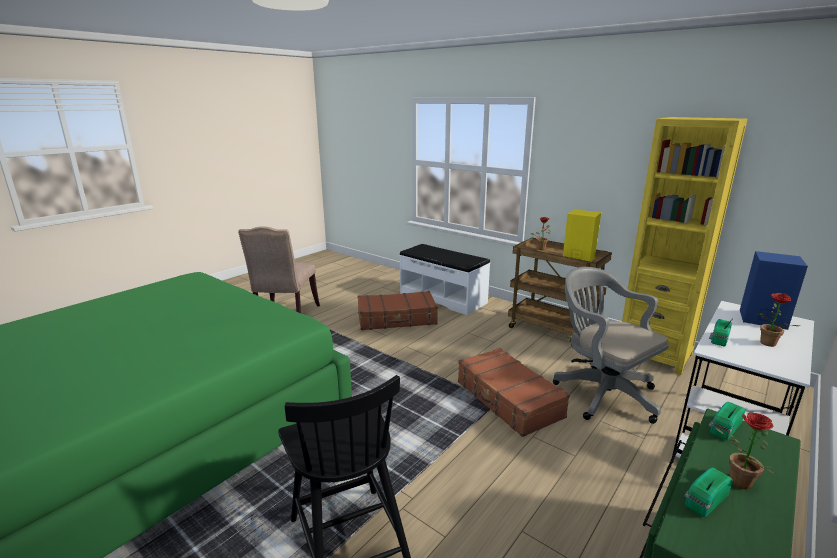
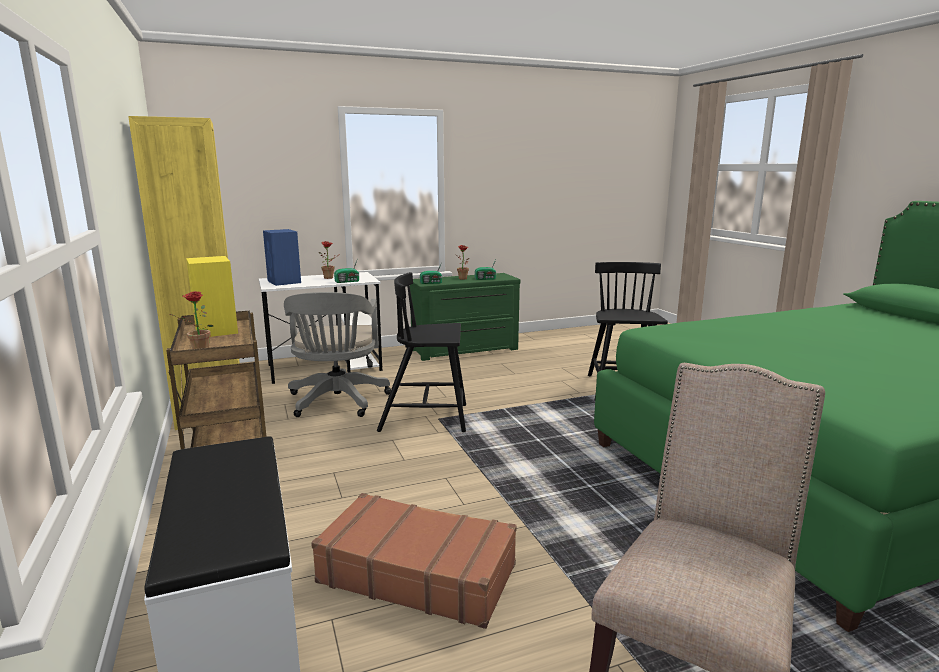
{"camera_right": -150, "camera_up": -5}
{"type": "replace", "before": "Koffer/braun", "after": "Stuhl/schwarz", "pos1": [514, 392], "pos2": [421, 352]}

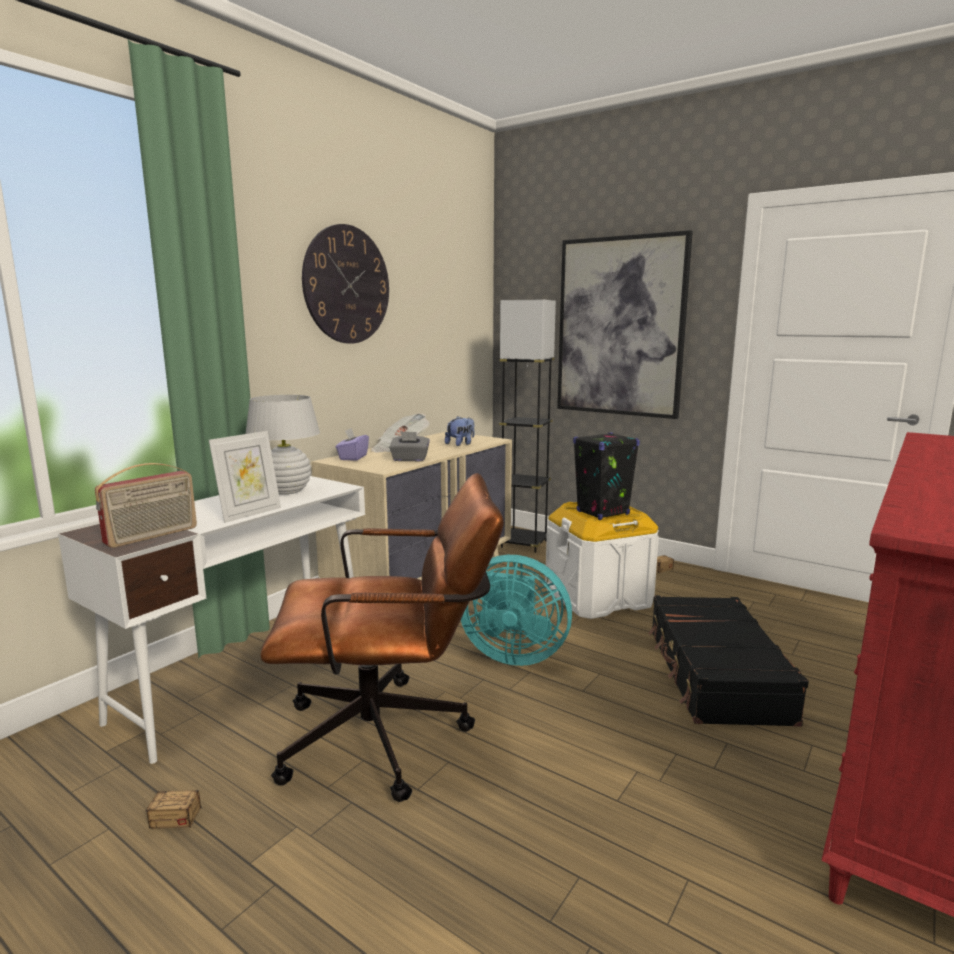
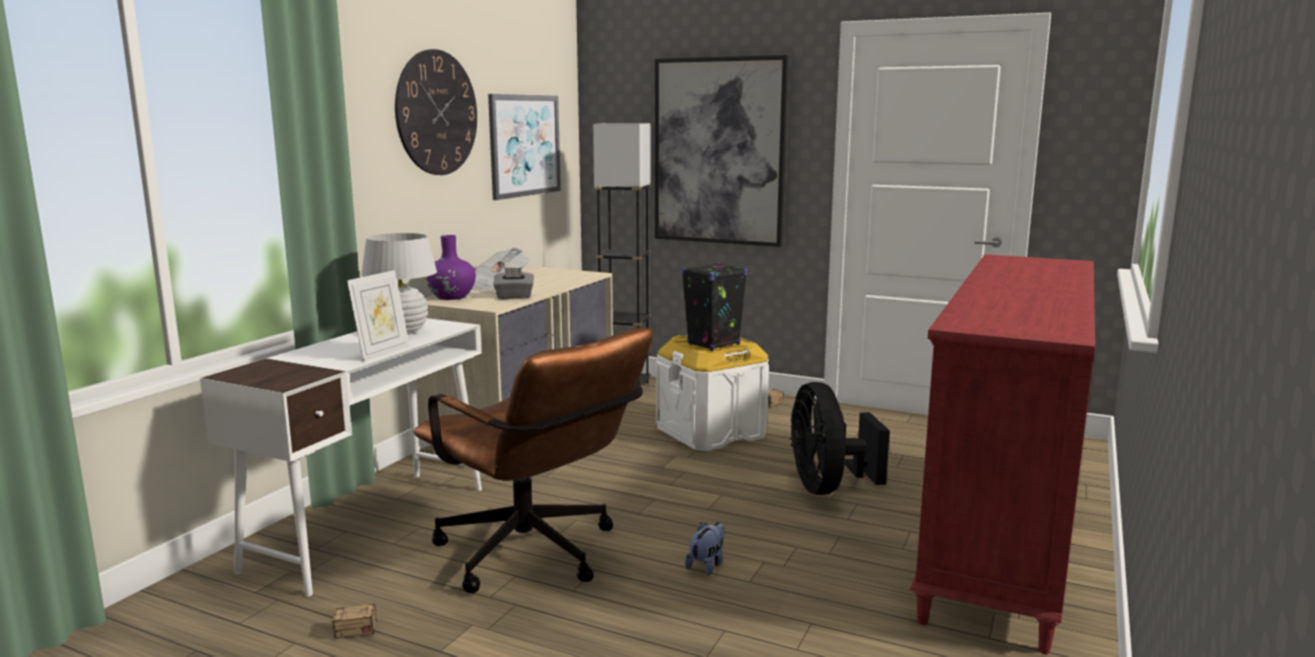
{"camera_right": -10, "camera_up": 0}
{"type": "delete", "before": "Radio", "pos1": [146, 505]}
{"type": "rotate", "before": "Bürostuhl/braun", "pos1": [382, 637], "pos2": [533, 460], "turn": 60}
{"type": "replace", "before": "Taschentuchbox/lila", "after": "Vase/lila", "pos1": [352, 444], "pos2": [450, 267]}
{"type": "move", "before": "Plüschtier", "pos1": [460, 431], "pos2": [705, 549]}
{"type": "delete", "before": "Ventilator/türkis", "pos1": [516, 610]}
{"type": "replace", "before": "Koffer/schwarz", "after": "Ventilator/schwarz", "pos1": [728, 661], "pos2": [840, 438]}
{"type": "insert", "after": "Bild", "pos2": [524, 147]}

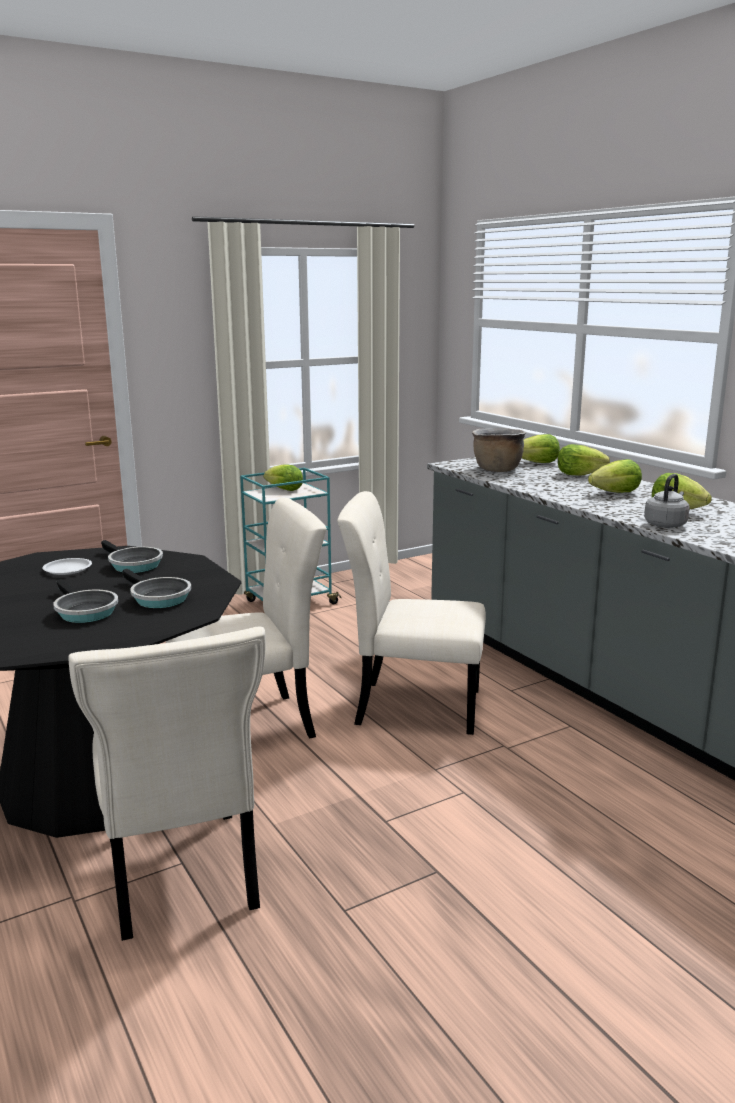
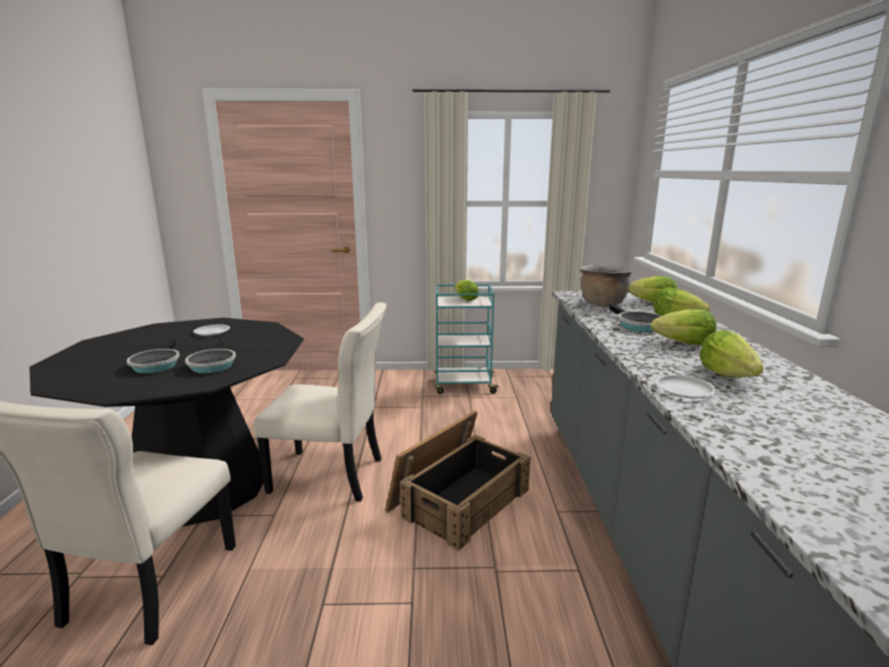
{"camera_right": 30, "camera_up": 0}
{"type": "move", "before": "Pfanne", "pos1": [132, 556], "pos2": [635, 318]}
{"type": "replace", "before": "Stuhl/beige", "after": "Kiste", "pos1": [411, 613], "pos2": [458, 481]}
{"type": "replace", "before": "Wasserkessel/grau", "after": "Teller/weiß", "pos1": [667, 501], "pos2": [685, 386]}

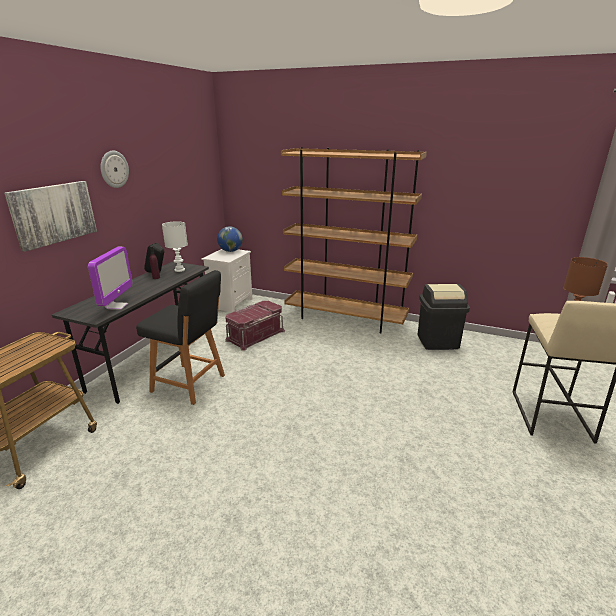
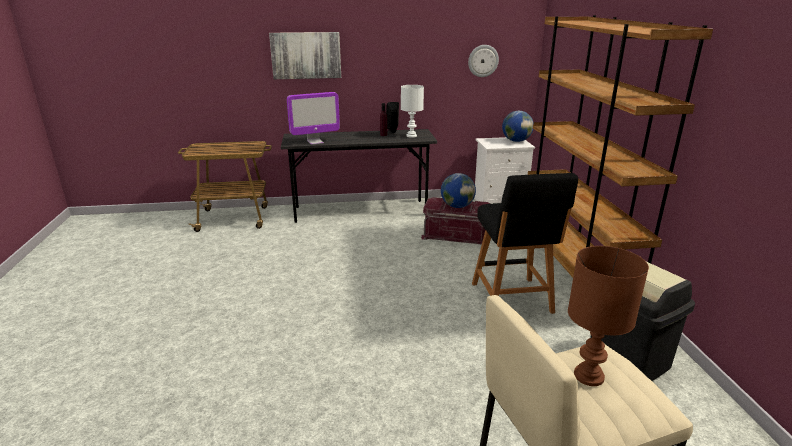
{"camera_right": 60, "camera_up": 0}
{"type": "move", "before": "Wanduhr", "pos1": [115, 169], "pos2": [483, 61]}
{"type": "move", "before": "Stuhl/schwarz", "pos1": [180, 337], "pos2": [525, 243]}
{"type": "insert", "after": "Globus", "pos2": [458, 190]}

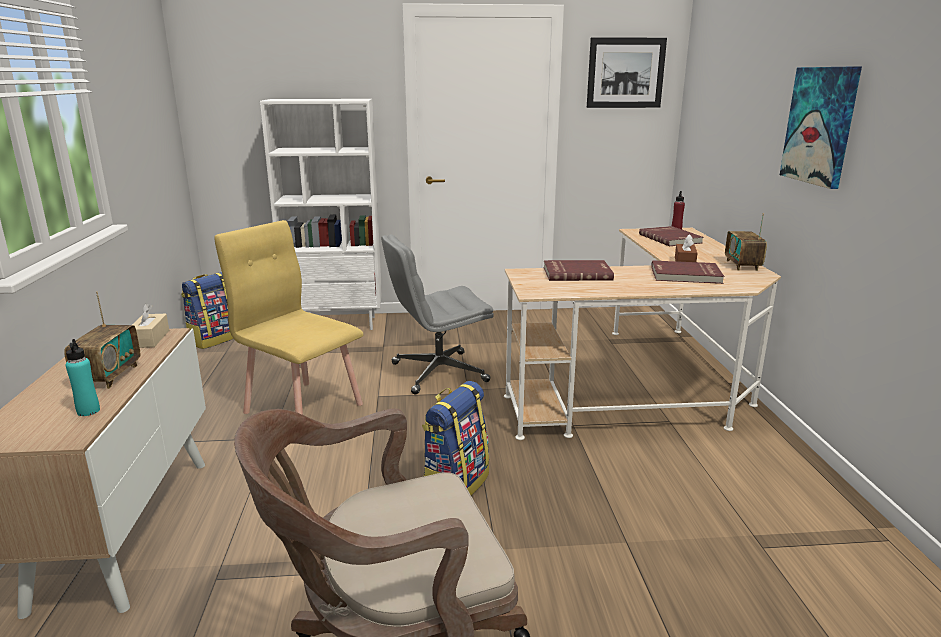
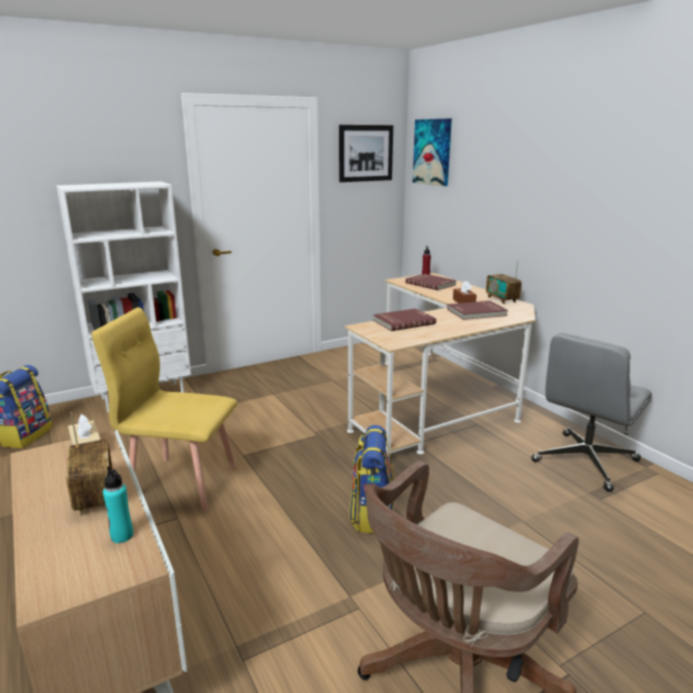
{"camera_right": -25, "camera_up": 0}
{"type": "move", "before": "Bürostuhl/grau", "pos1": [437, 314], "pos2": [591, 412]}
{"type": "move", "before": "Bild", "pos1": [821, 127], "pos2": [432, 152]}

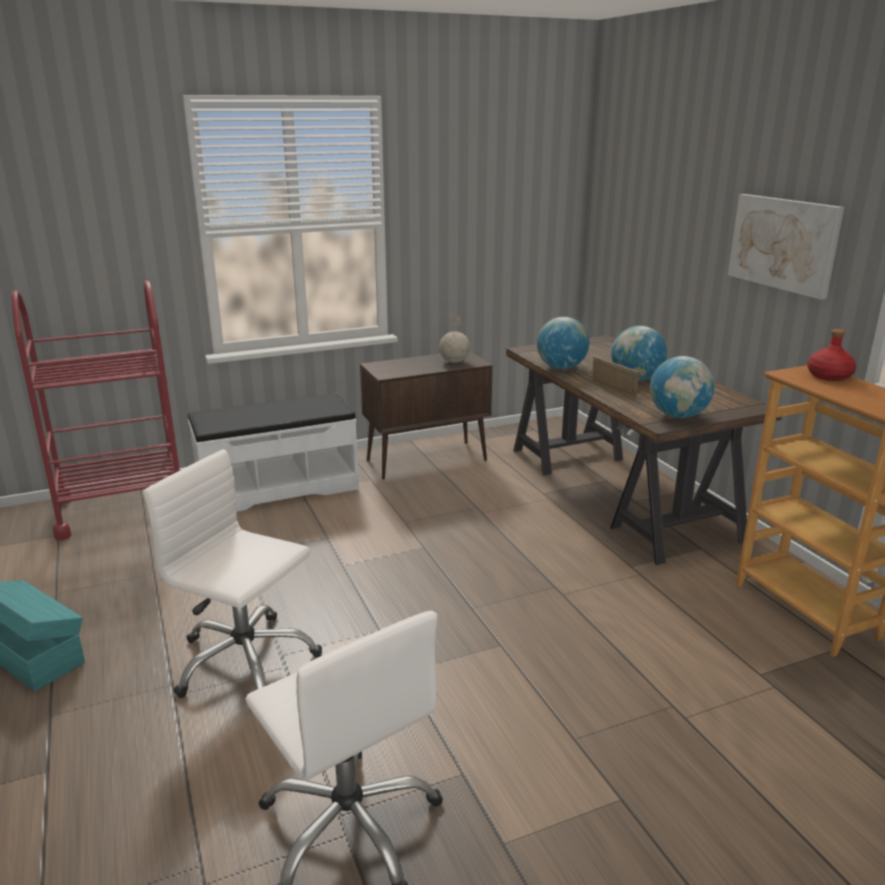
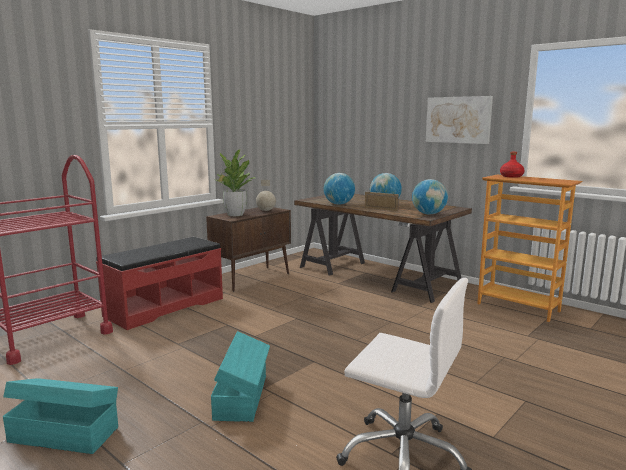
{"camera_right": -25, "camera_up": -10}
{"type": "replace", "before": "Bürostuhl/weiß", "after": "Aufbewahrungsbox/türkis", "pos1": [232, 573], "pos2": [240, 376]}
{"type": "recolor", "before": "Bank/weiß", "after": "Bank/rot", "pos1": [273, 452], "pos2": [159, 283]}
{"type": "insert", "after": "Topfpflanze", "pos2": [235, 182]}

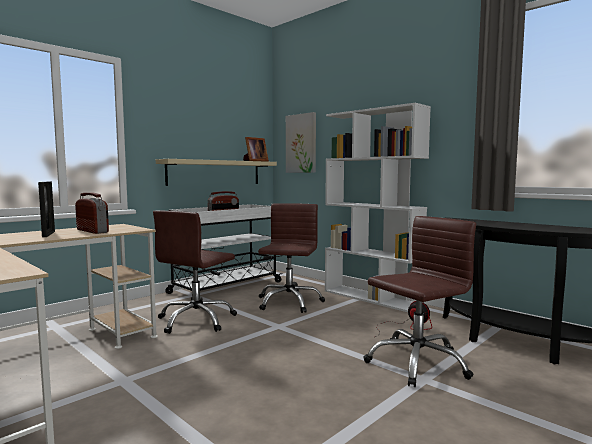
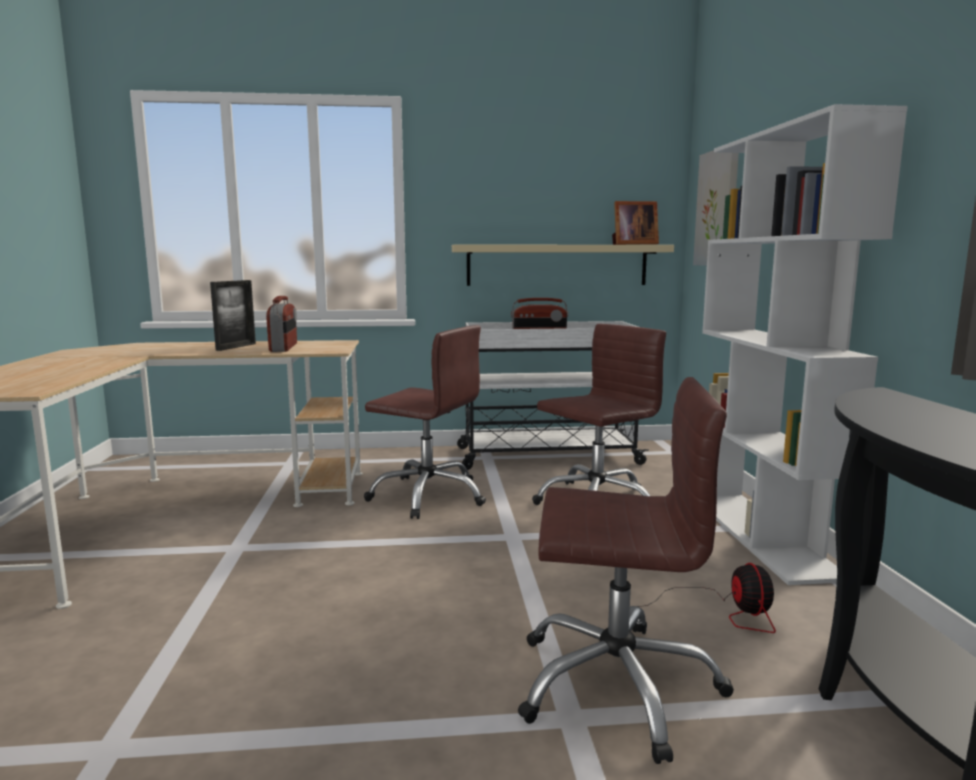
{"camera_right": 40, "camera_up": 5}
{"type": "rotate", "before": "Bürostuhl/braun", "pos1": [195, 272], "pos2": [425, 422], "turn": -135}

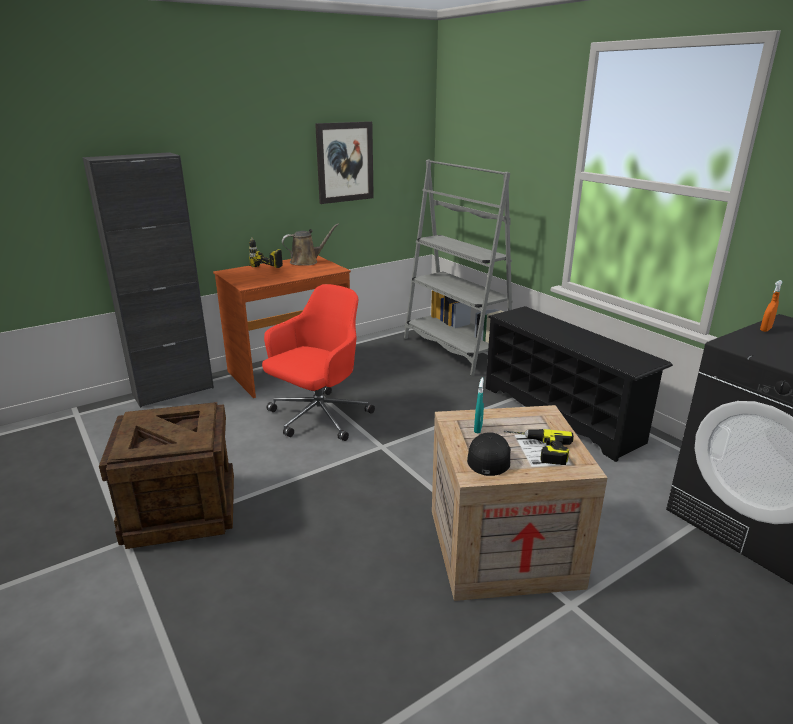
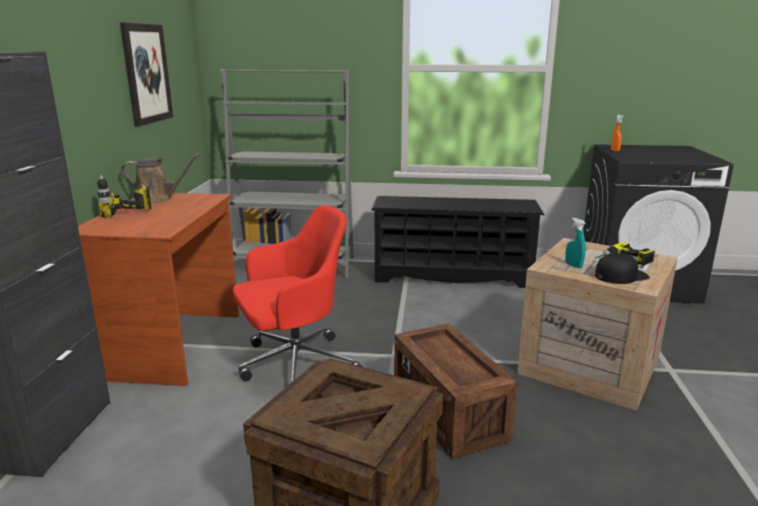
{"camera_right": -50, "camera_up": -5}
{"type": "rotate", "before": "Bürostuhl/rot", "pos1": [318, 362], "pos2": [298, 294], "turn": 75}
{"type": "rotate", "before": "Gießkanne/braun", "pos1": [310, 245], "pos2": [160, 178], "turn": 75}
{"type": "rotate", "before": "Kappe/schwarz", "pos1": [489, 454], "pos2": [622, 268], "turn": 105}
{"type": "insert", "after": "Kiste", "pos2": [456, 391]}

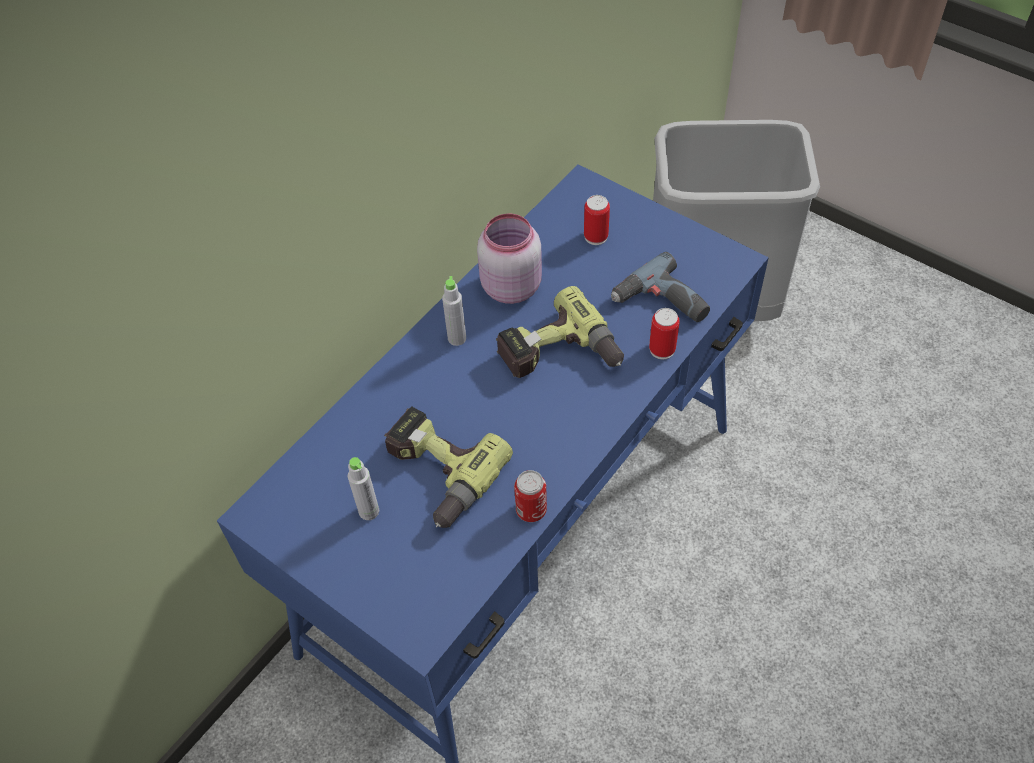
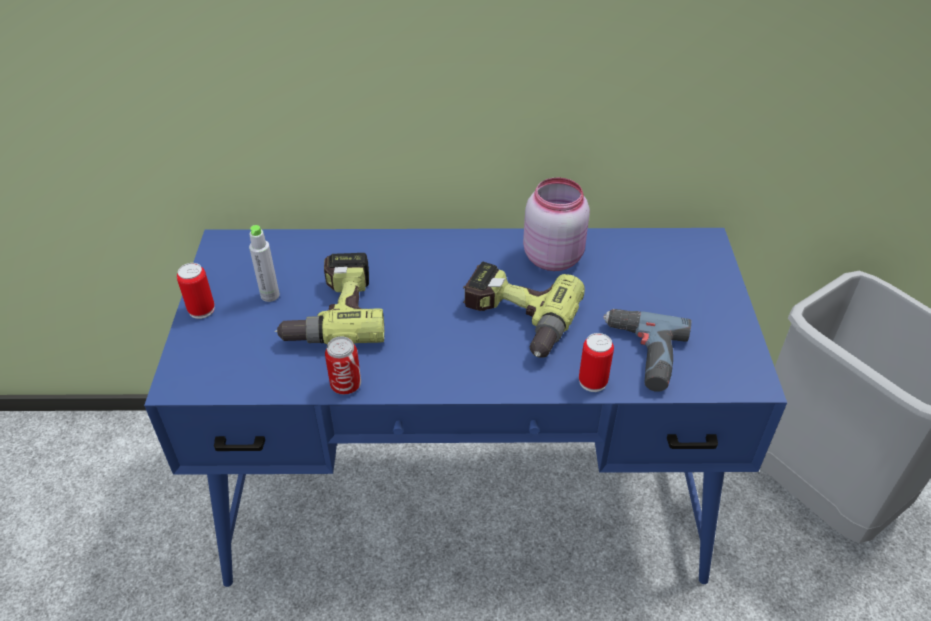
{"camera_right": 50, "camera_up": -10}
{"type": "delete", "before": "Flasche/grau", "pos1": [454, 311]}
{"type": "move", "before": "Dose", "pos1": [597, 220], "pos2": [196, 291]}

